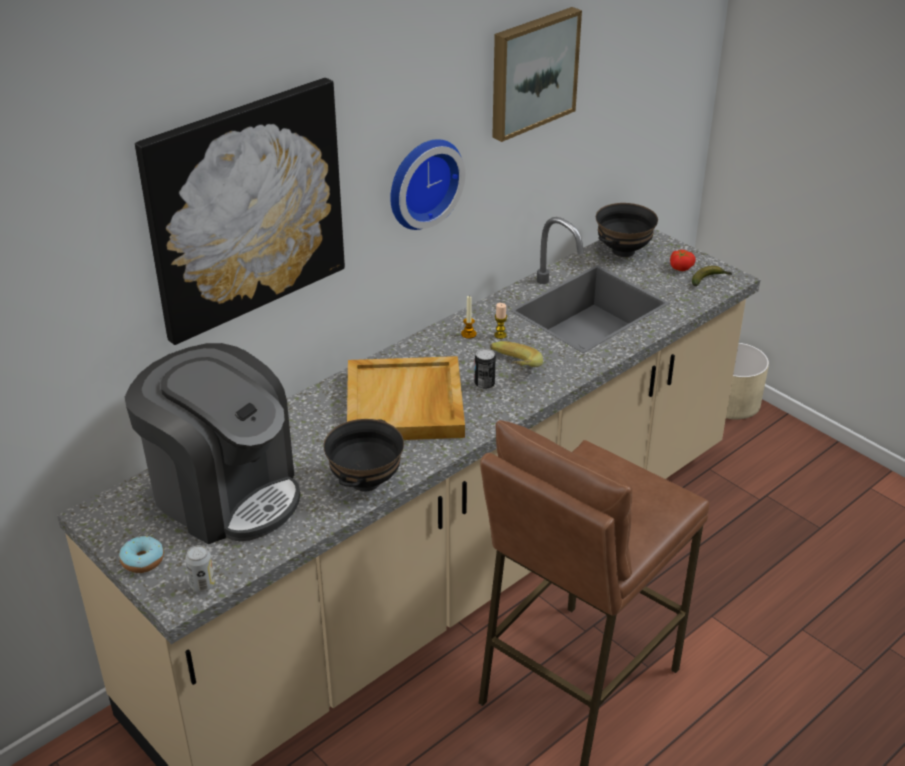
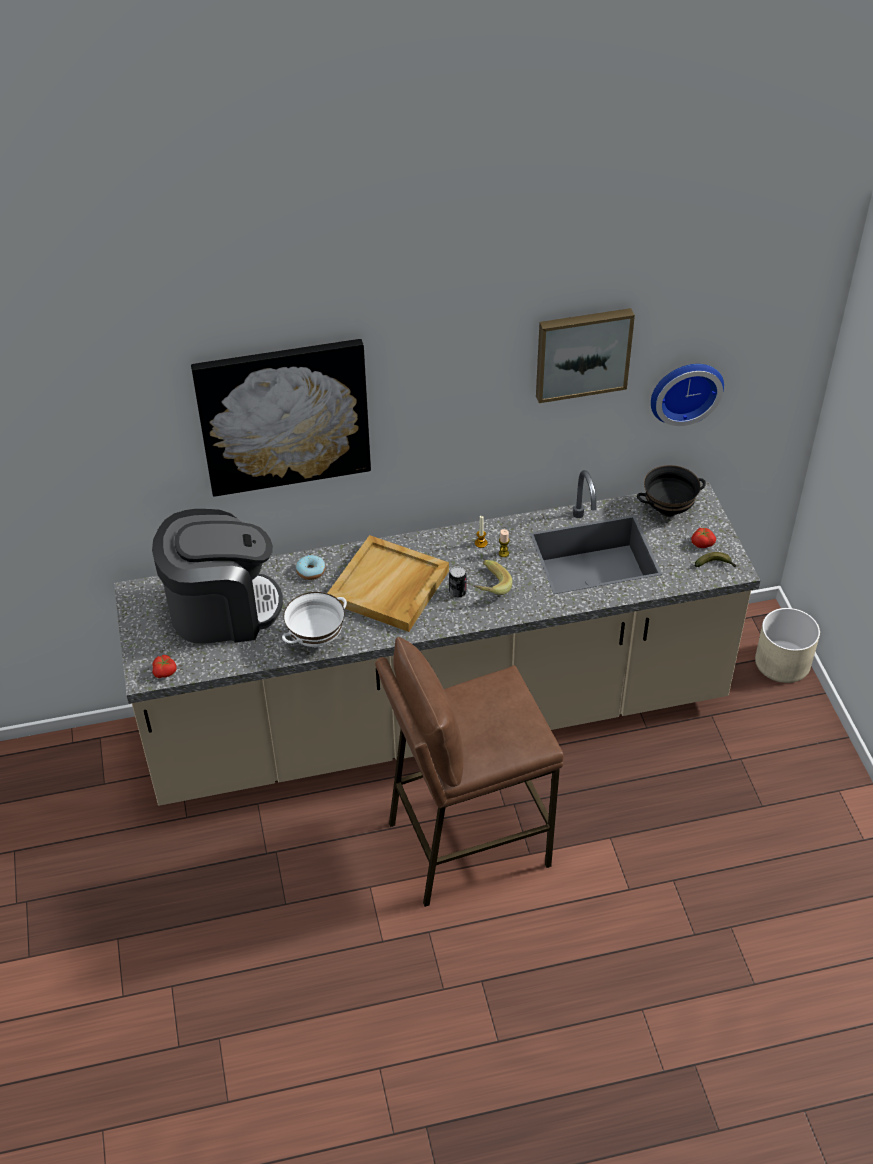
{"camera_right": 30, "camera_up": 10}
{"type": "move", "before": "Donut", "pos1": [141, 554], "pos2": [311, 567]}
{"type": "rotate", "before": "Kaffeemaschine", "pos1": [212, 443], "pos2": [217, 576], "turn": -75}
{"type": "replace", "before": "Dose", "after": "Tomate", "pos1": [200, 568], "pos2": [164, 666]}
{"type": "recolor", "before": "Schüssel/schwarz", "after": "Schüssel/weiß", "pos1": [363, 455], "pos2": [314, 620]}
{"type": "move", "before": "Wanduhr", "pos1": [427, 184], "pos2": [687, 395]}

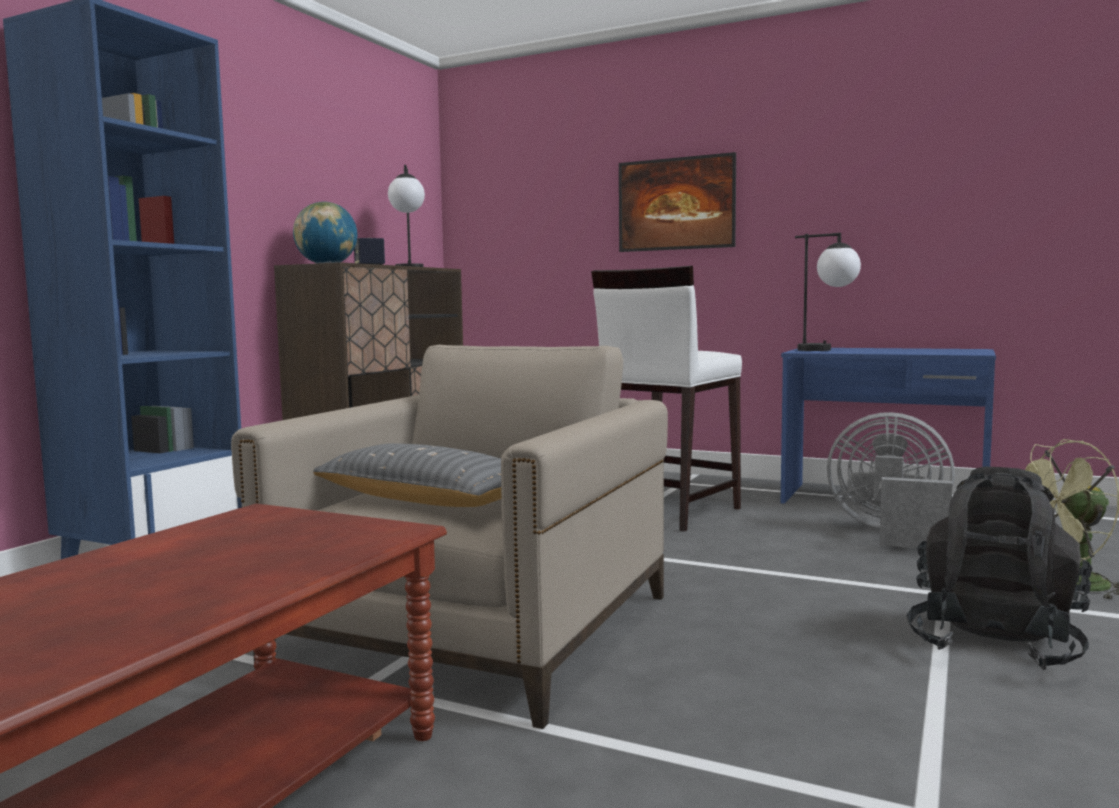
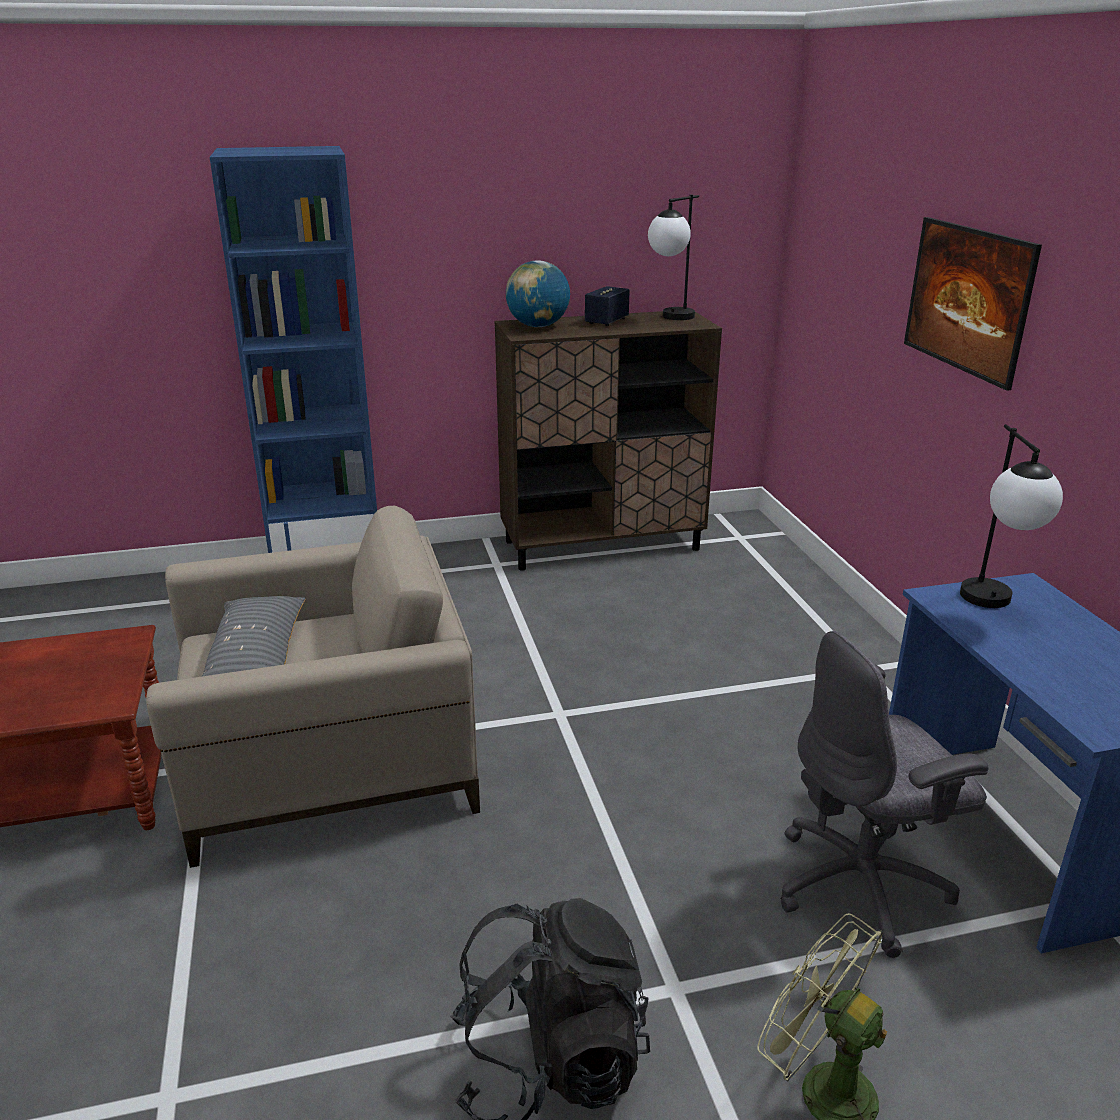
{"camera_right": 50, "camera_up": 20}
{"type": "delete", "before": "Hocker/weiß", "pos1": [666, 398]}
{"type": "replace", "before": "Ventilator/grau", "after": "Bürostuhl/grau", "pos1": [891, 480], "pos2": [884, 794]}

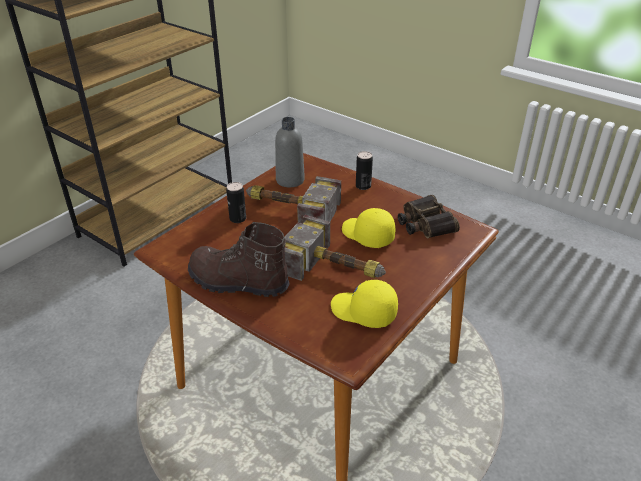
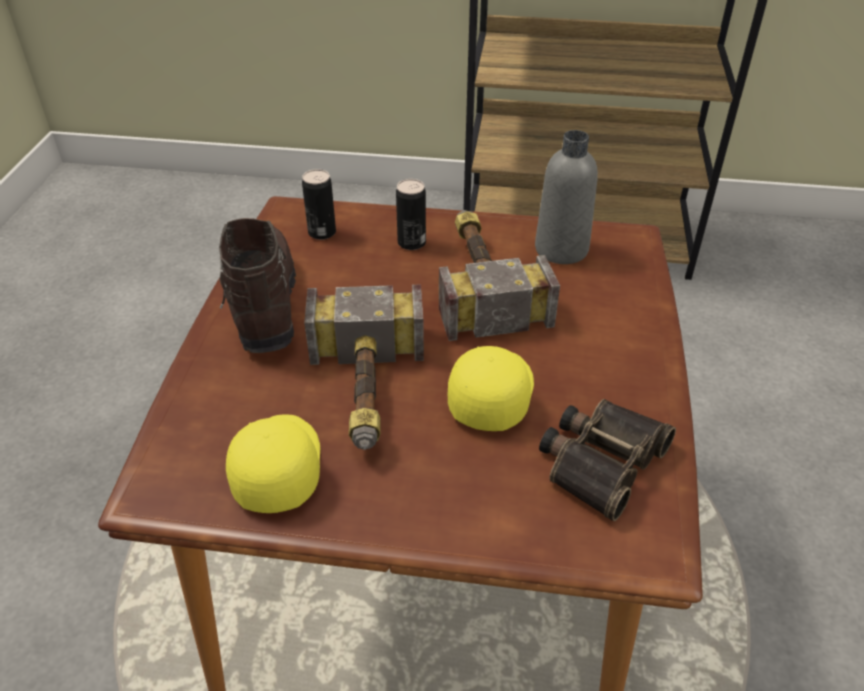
{"camera_right": 60, "camera_up": 5}
{"type": "move", "before": "Dose", "pos1": [364, 170], "pos2": [319, 204]}

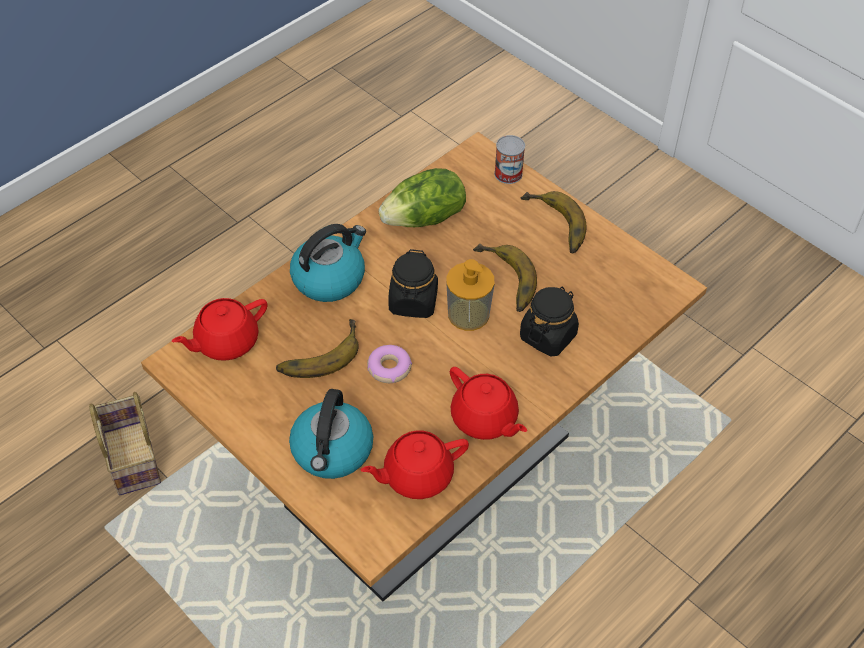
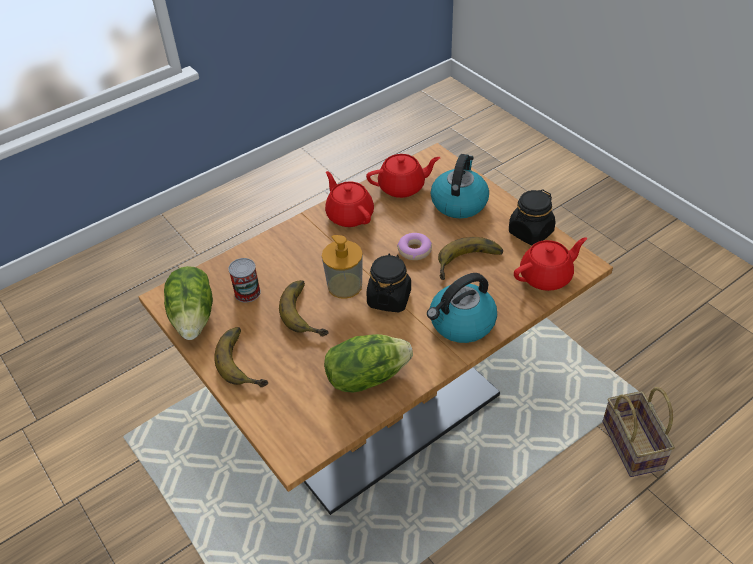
{"camera_right": -170, "camera_up": -5}
{"type": "move", "before": "Dose", "pos1": [509, 159], "pos2": [244, 280]}
{"type": "move", "before": "Vorratsglas/schwarz", "pos1": [549, 321], "pos2": [532, 217]}
{"type": "insert", "after": "Salatkopf", "pos2": [188, 303]}

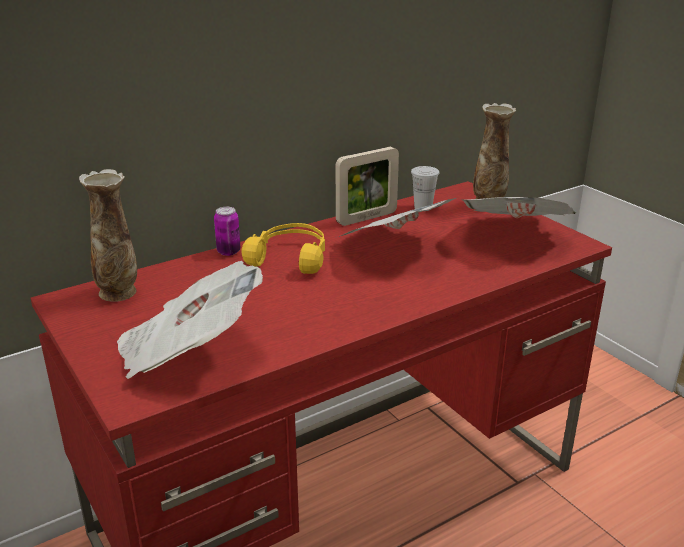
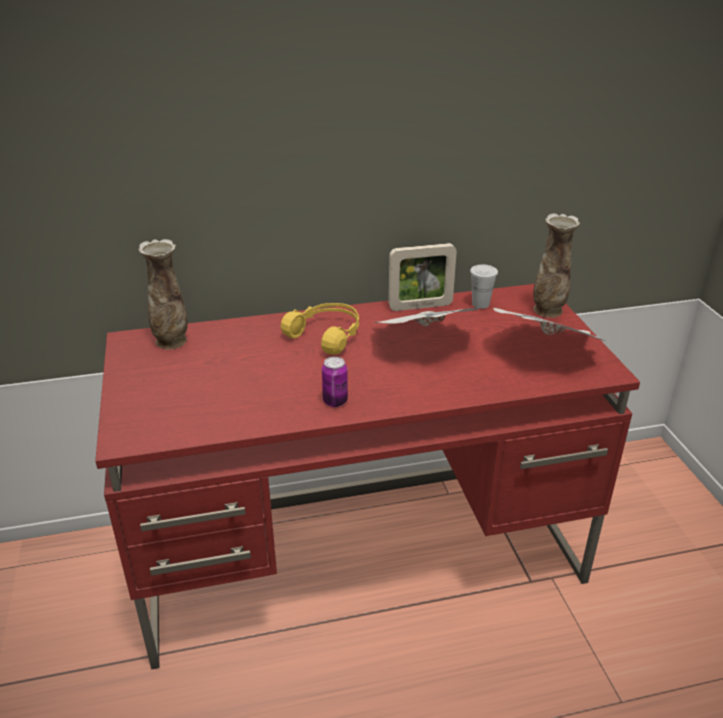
{"camera_right": 20, "camera_up": 5}
{"type": "delete", "before": "Zeitung", "pos1": [190, 320]}
{"type": "move", "before": "Dose", "pos1": [227, 231], "pos2": [335, 382]}

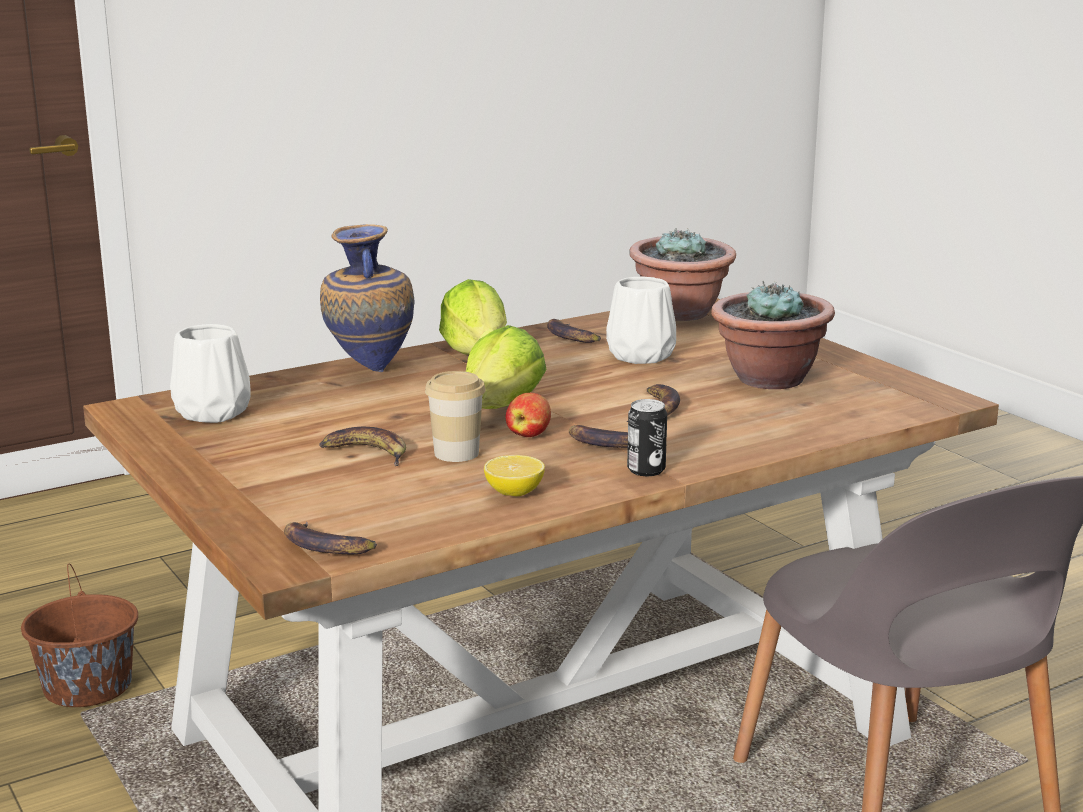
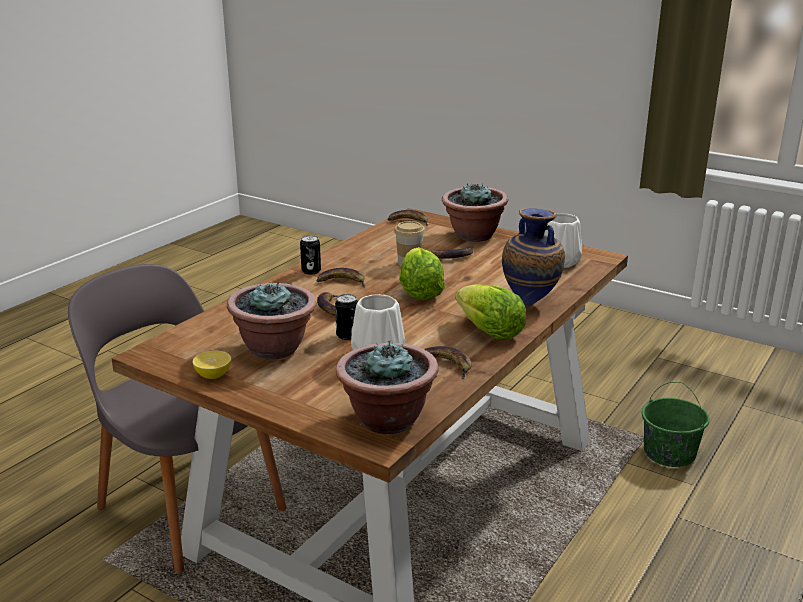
{"camera_right": 155, "camera_up": 5}
{"type": "recolor", "before": "Eimer/braun", "after": "Eimer/grün", "pos1": [79, 635], "pos2": [675, 424]}
{"type": "move", "before": "Zitrone", "pos1": [514, 475], "pos2": [212, 365]}
{"type": "delete", "before": "Apfel", "pos1": [528, 415]}
{"type": "insert", "after": "Dose", "pos2": [346, 317]}
{"type": "insert", "after": "Topfpflanze", "pos2": [475, 212]}

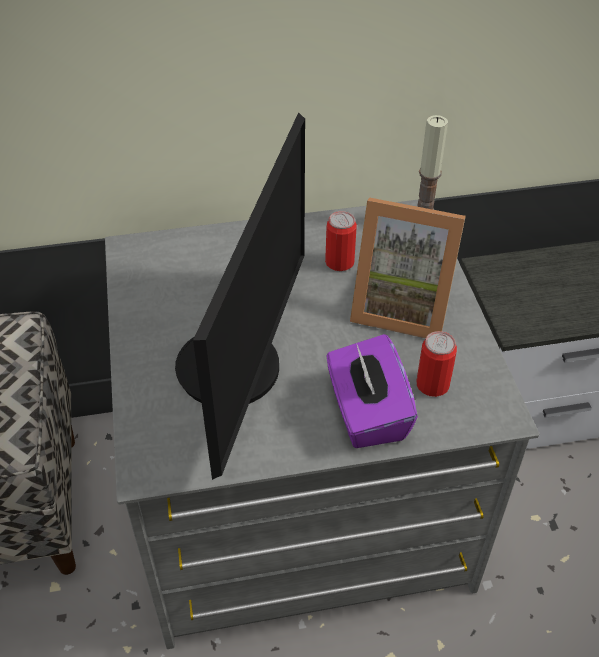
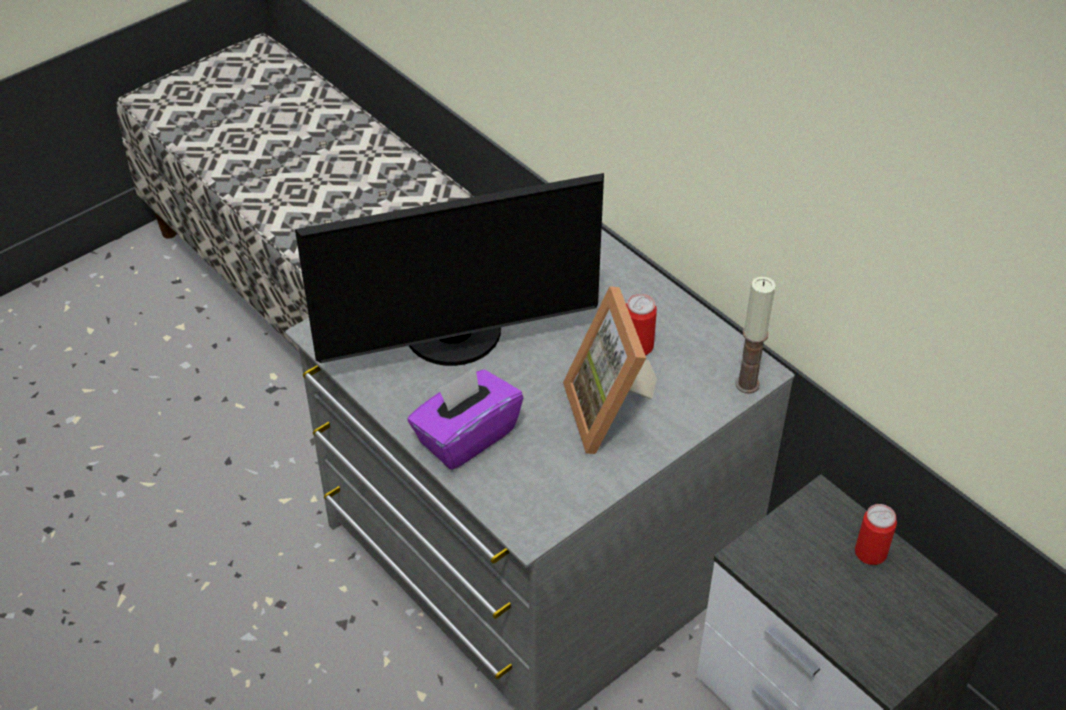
{"camera_right": 60, "camera_up": 0}
{"type": "move", "before": "Dose", "pos1": [436, 364], "pos2": [876, 534]}

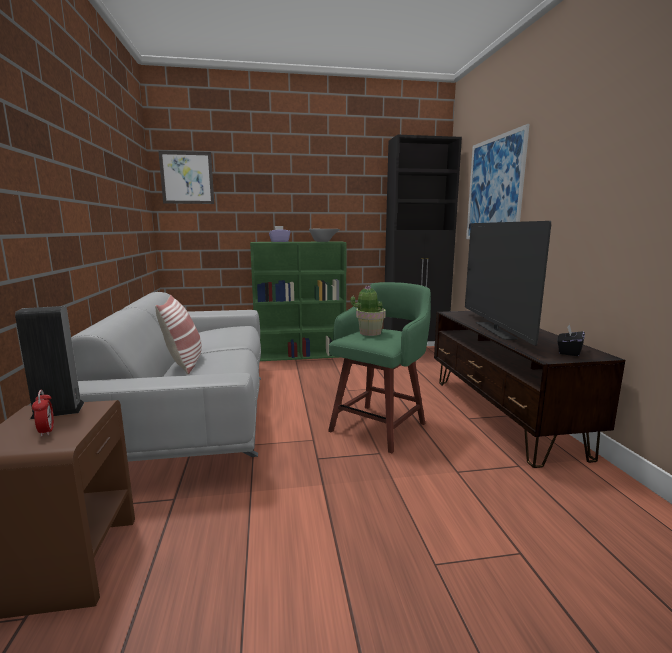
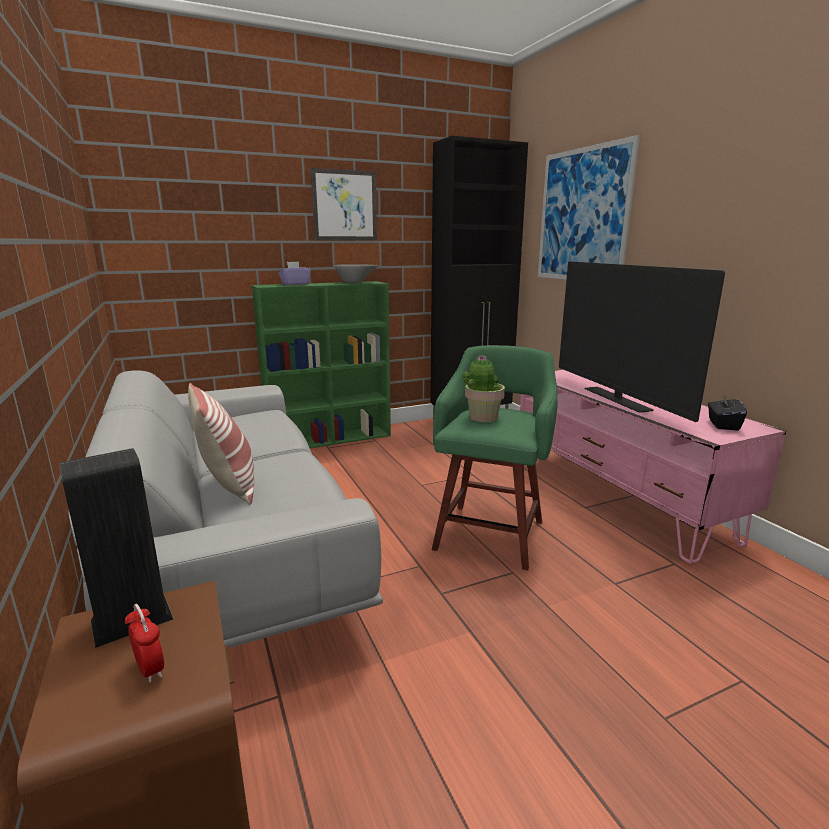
{"camera_right": -15, "camera_up": 5}
{"type": "move", "before": "Bild", "pos1": [186, 177], "pos2": [343, 204]}
{"type": "recolor", "before": "Fernsehschrank/braun", "after": "Fernsehschrank/rosa", "pos1": [529, 389], "pos2": [653, 467]}

